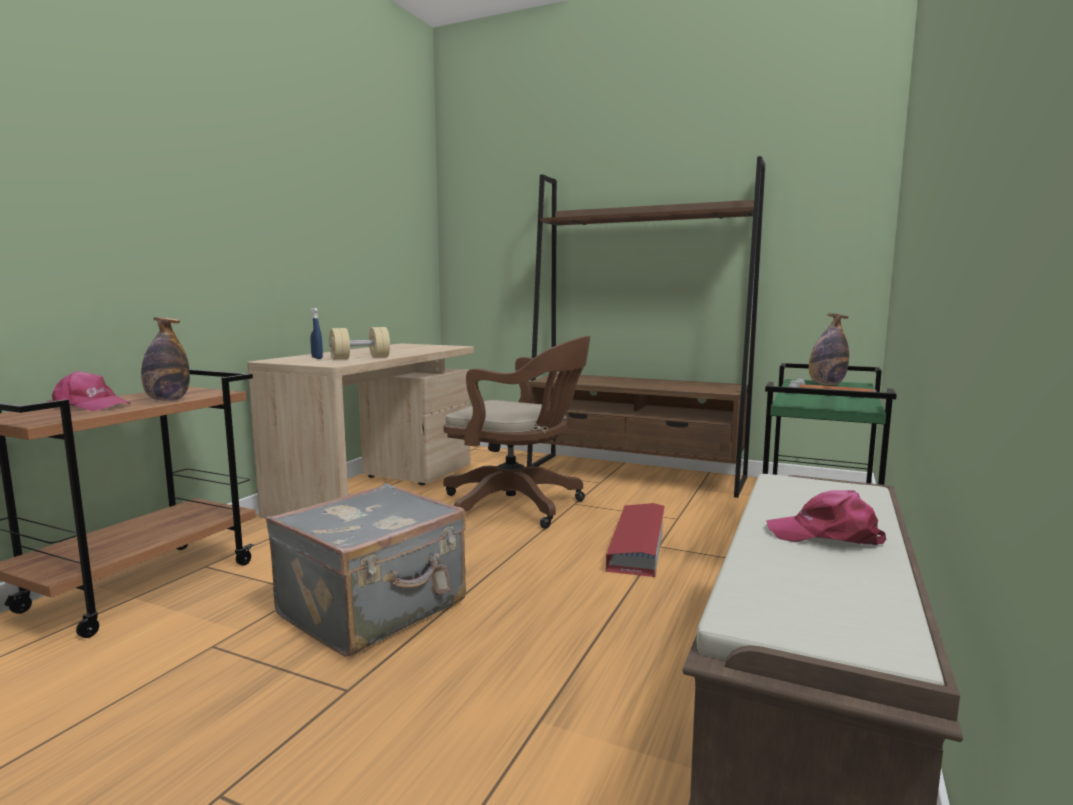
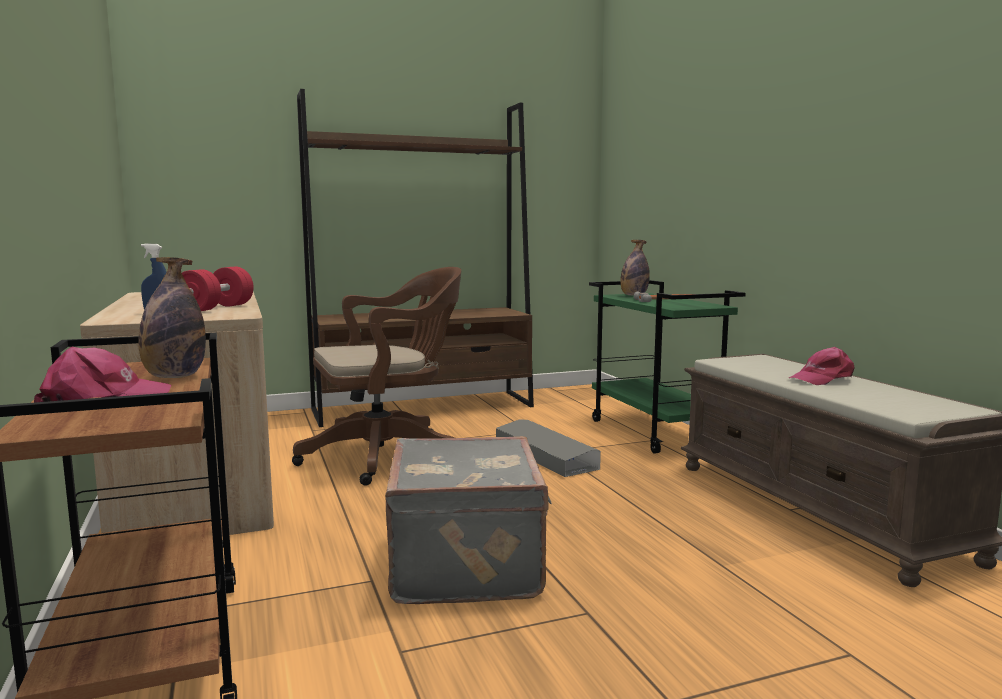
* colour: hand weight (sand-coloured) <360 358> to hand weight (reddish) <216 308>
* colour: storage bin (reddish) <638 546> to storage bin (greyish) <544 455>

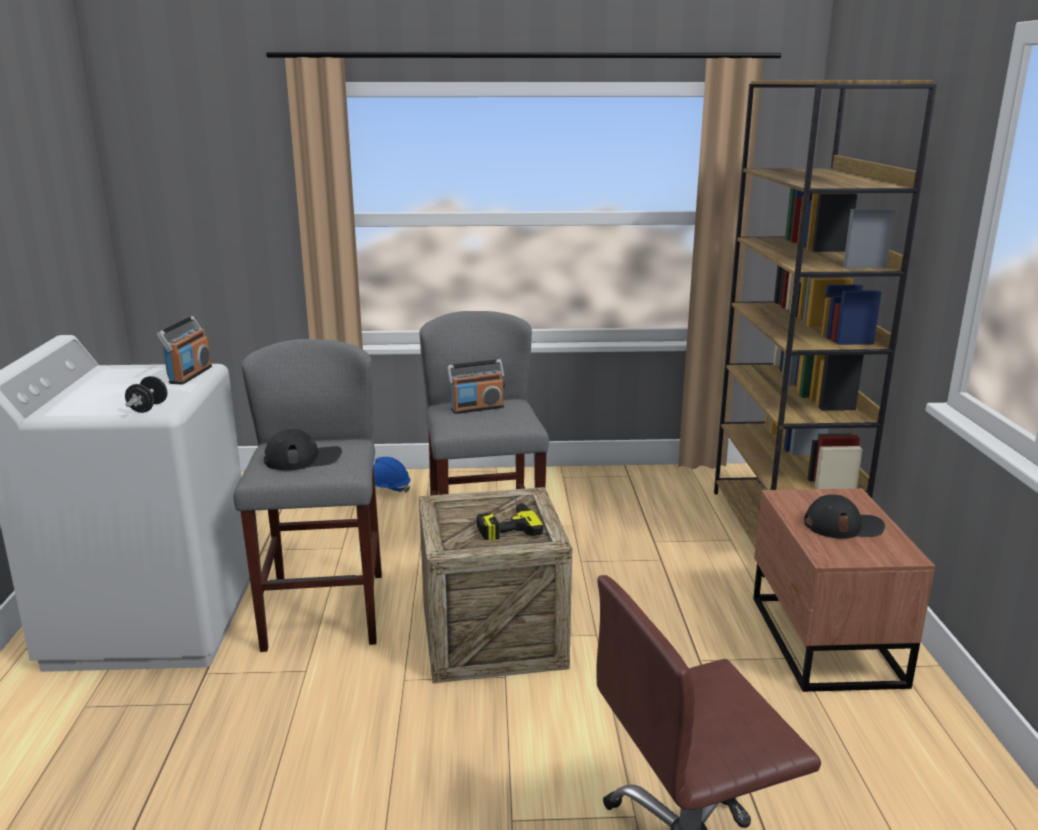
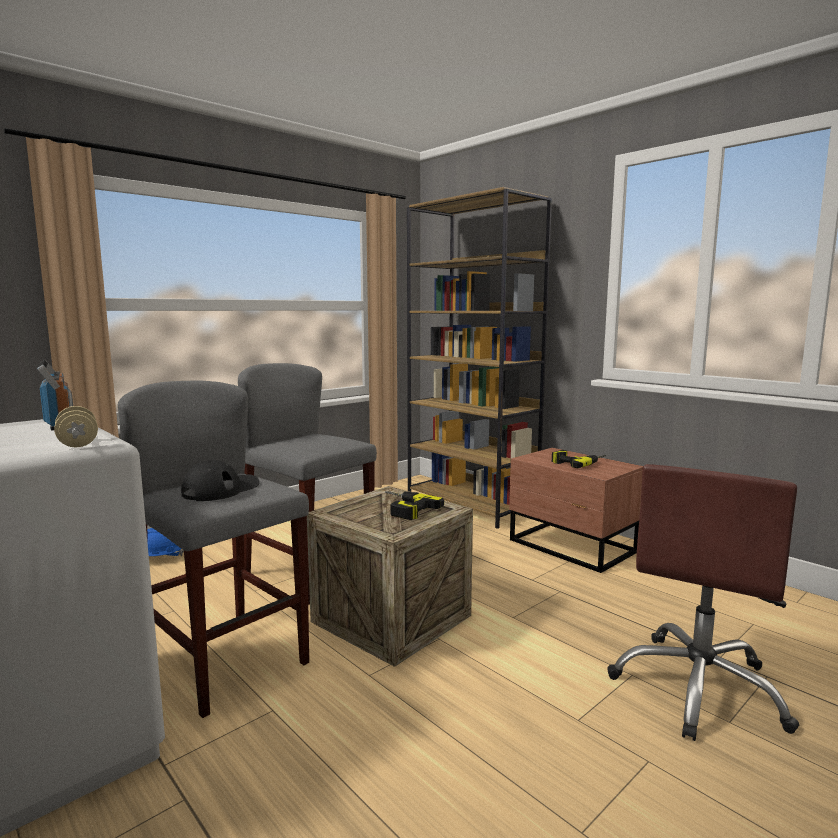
* colour: hand weight (black-coloured) <148 408> to hand weight (sand-coloured) <78 444>
* exchanged: peaked cap (black-coloured) <843 525> to power drill <578 462>
* missing: radio set <477 408>

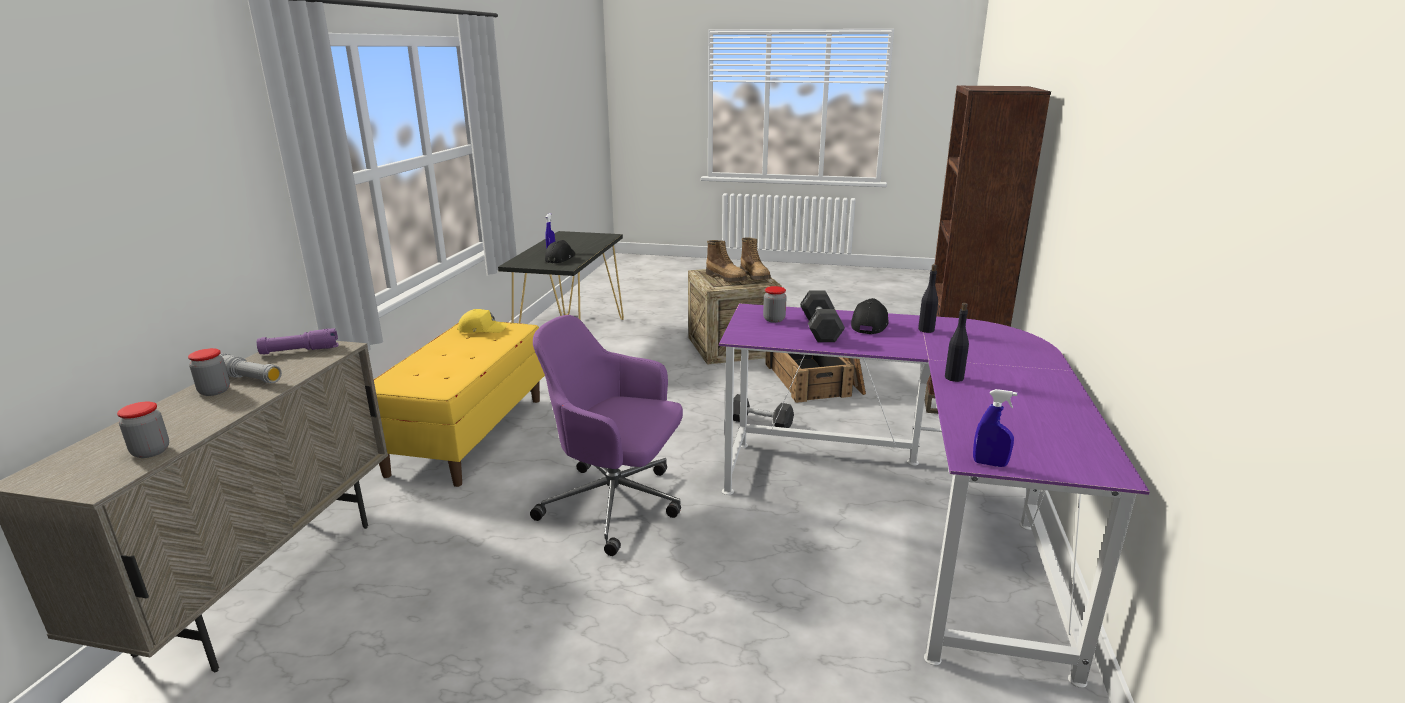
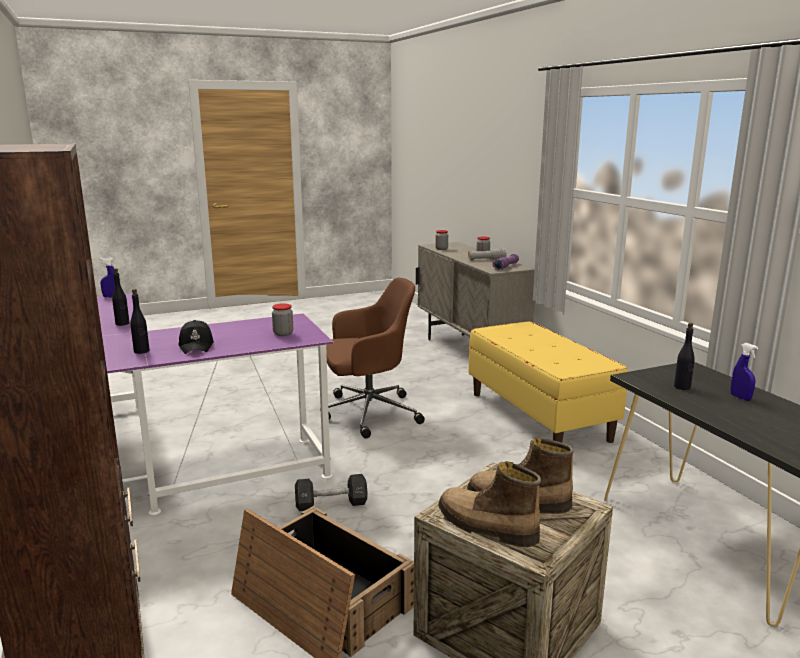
* colour: computer chair (purple-coloured) <616 505> to computer chair (brown-coloured) <367 413>
* exchanged: peaked cap (black-coloured) <560 258> to drink bottle (black-coloured) <682 387>
* missing: peaked cap (yellow-coloured) <482 329>
* missing: hand weight (black-coloured) <820 329>

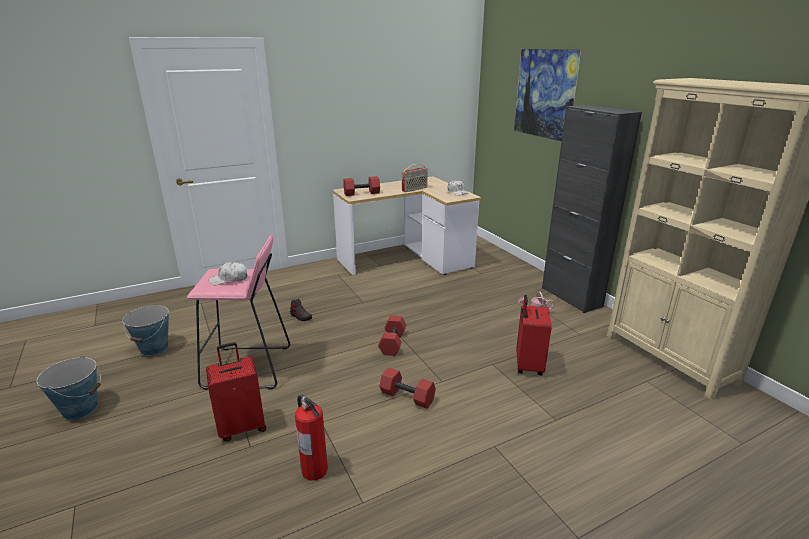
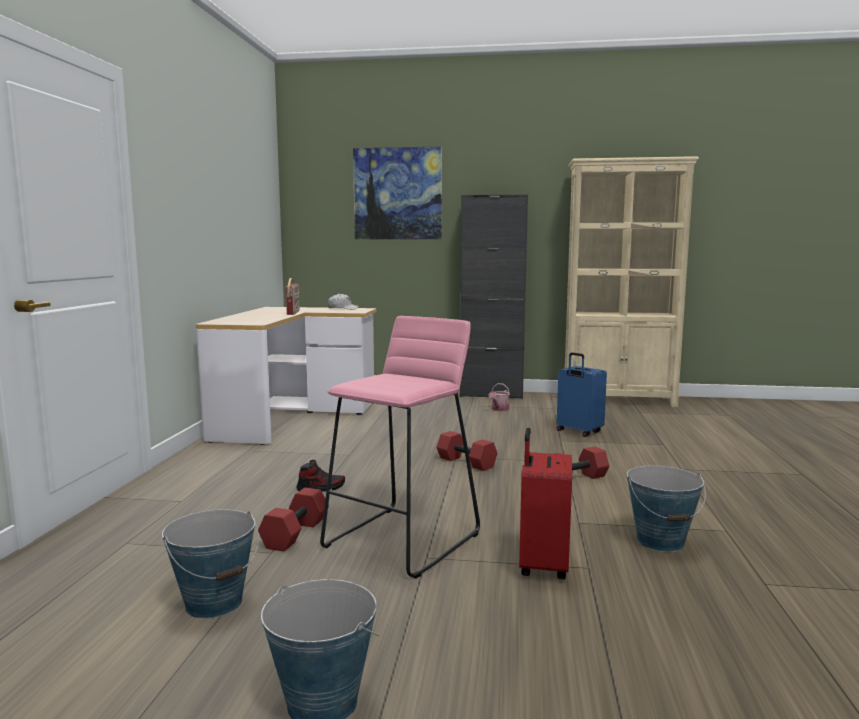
* relocated: hand weight (reddish) <361 193> to <296 534>
* colour: piece of luggage (reddish) <527 366> to piece of luggage (blue) <578 432>
* exchanged: fire extinguisher <314 469> to bucket <661 541>
* missing: peaked cap (white) <229 279>

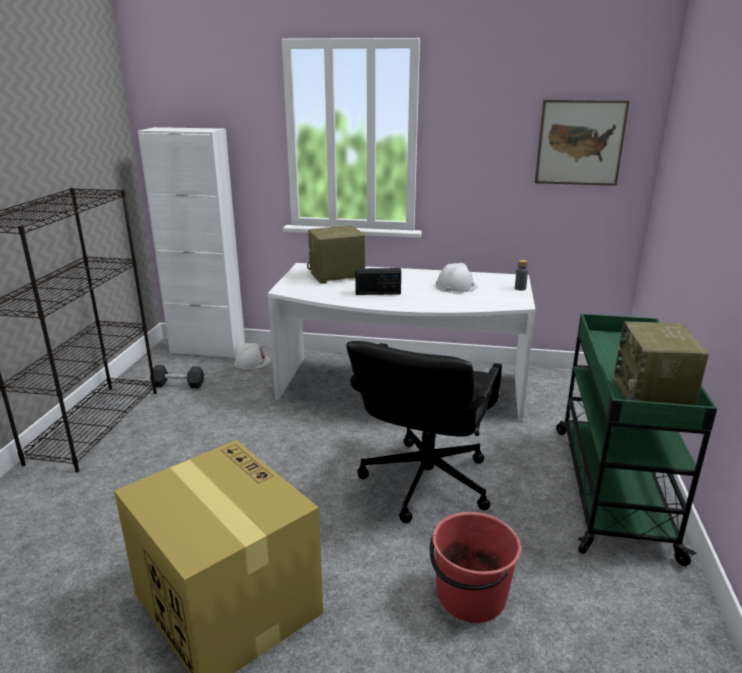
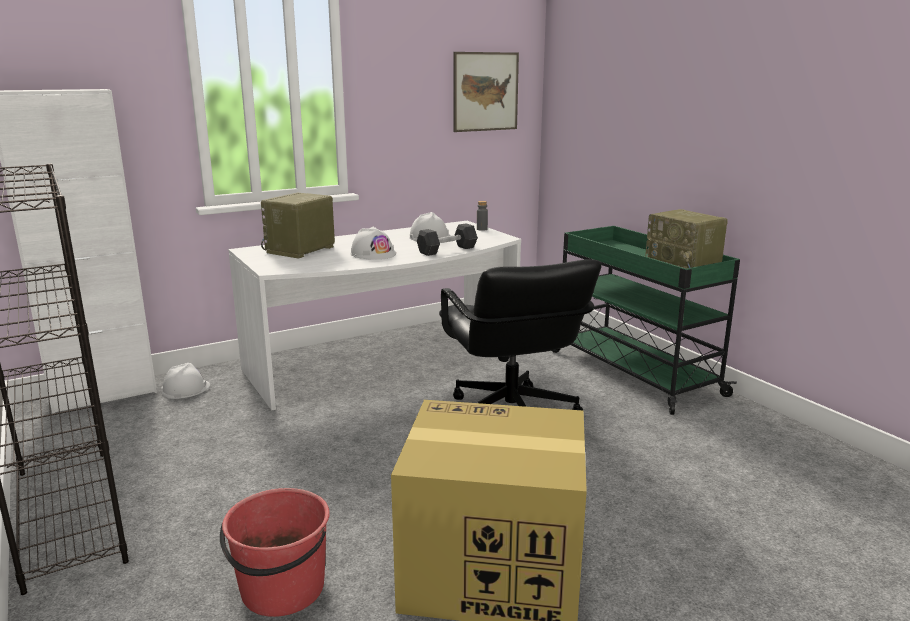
* relocated: bucket (reddish) <470 596> to <282 589>
* exchanged: radio set <378 293> to hard hat (white) <373 254>
* relocated: hand weight (black-coloured) <178 384> to <447 250>

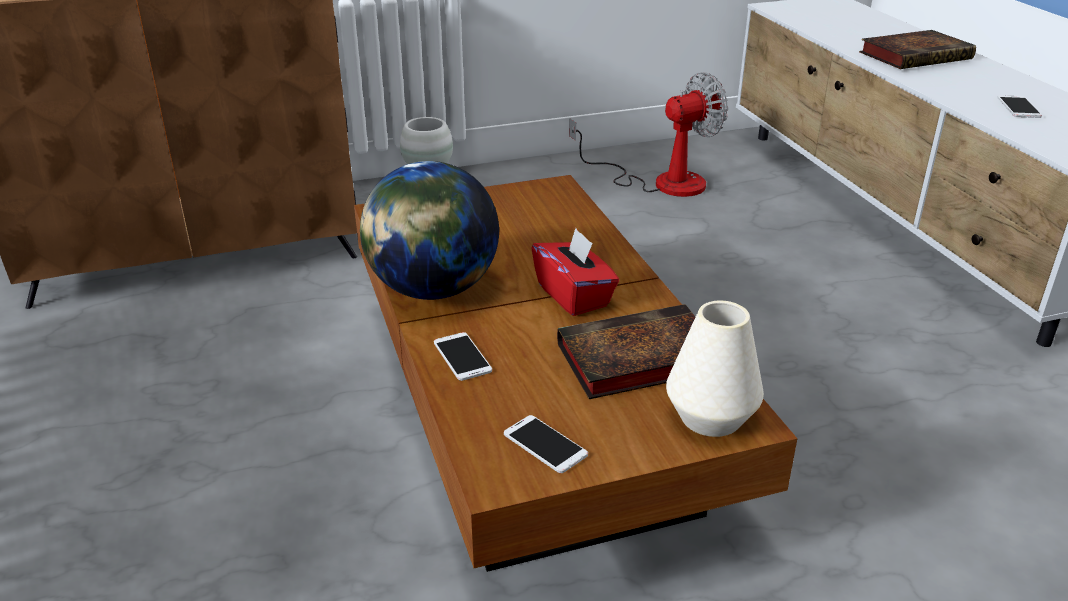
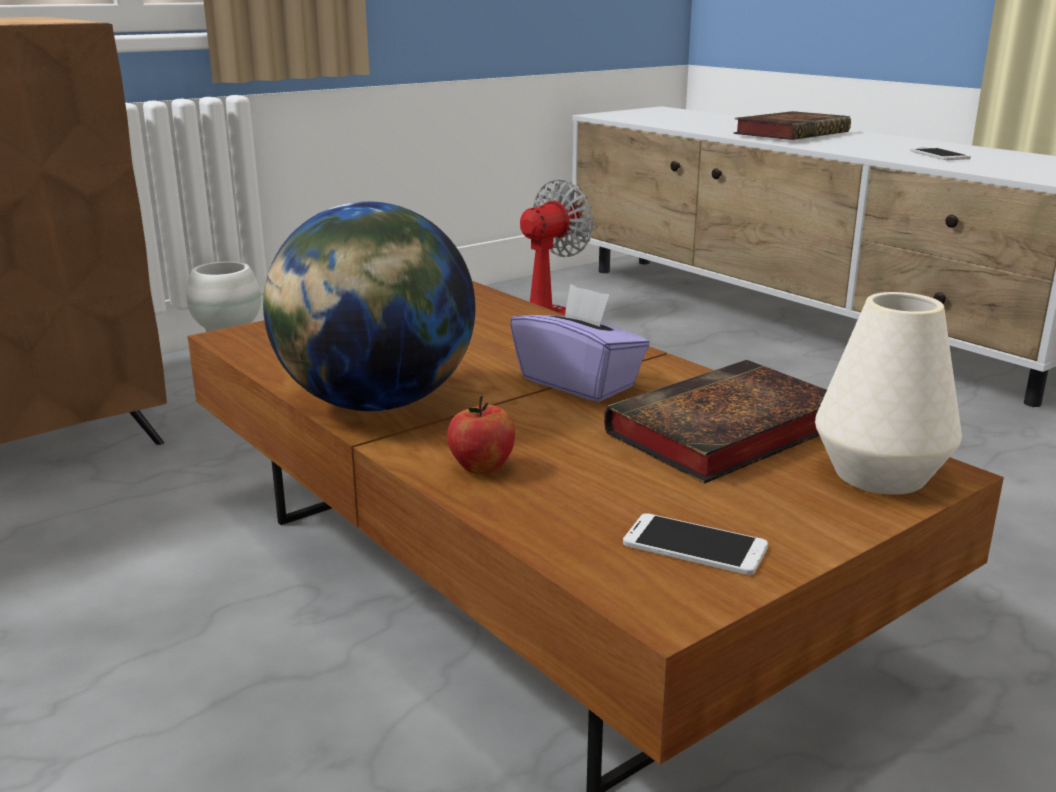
* exchanged: telephone <462 357> to apple fruit <481 468>
* colour: box of tissues (reddish) <574 296> to box of tissues (purple-coloured) <579 383>

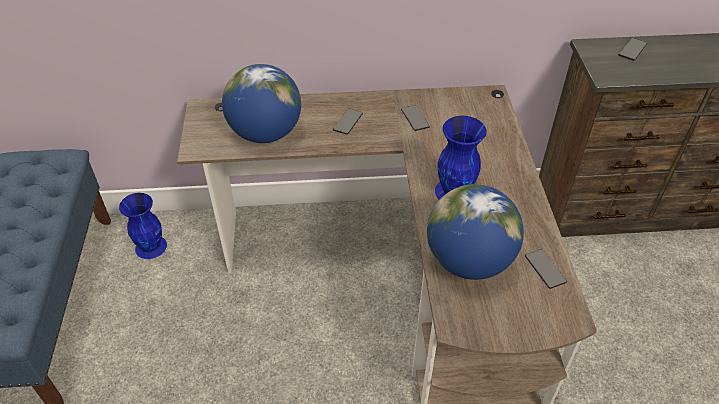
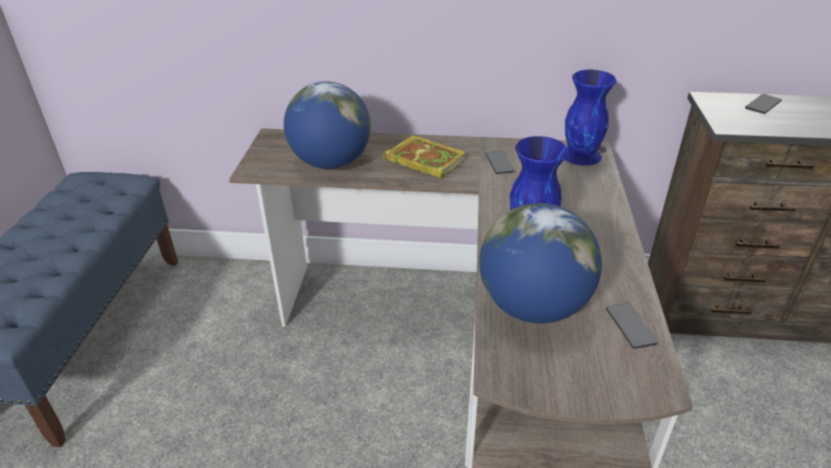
* exchanged: telephone <348 122> to book <423 160>
* relocated: flower vase (blue) <151 247> to <582 155>

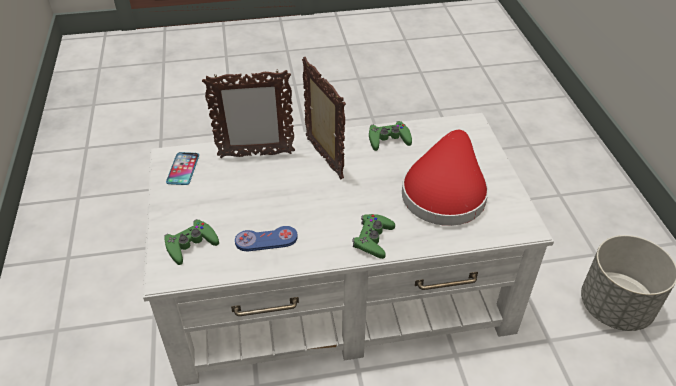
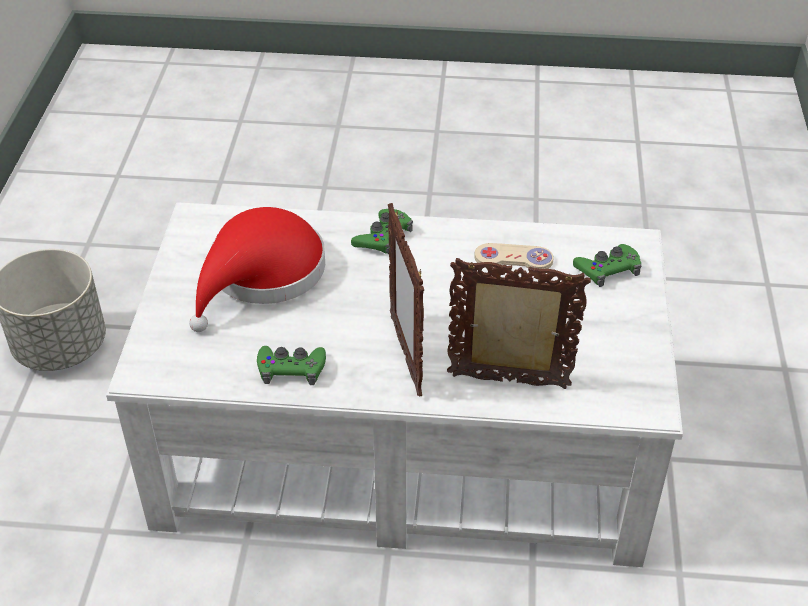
* colour: gamepad (blue) <266 240> to gamepad (sand-coloured) <513 259>
* missing: telephone <183 169>

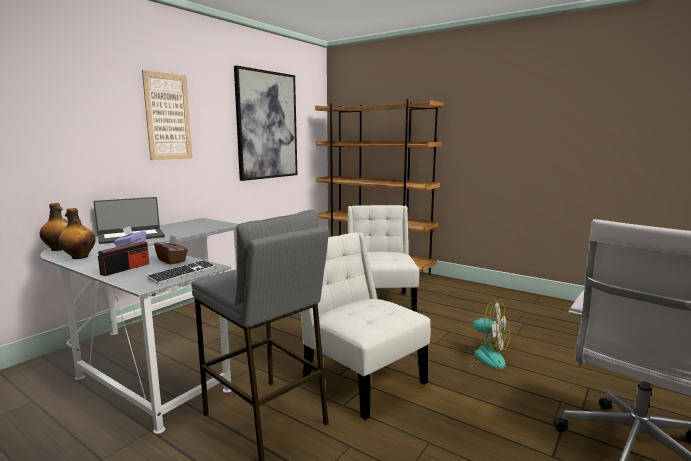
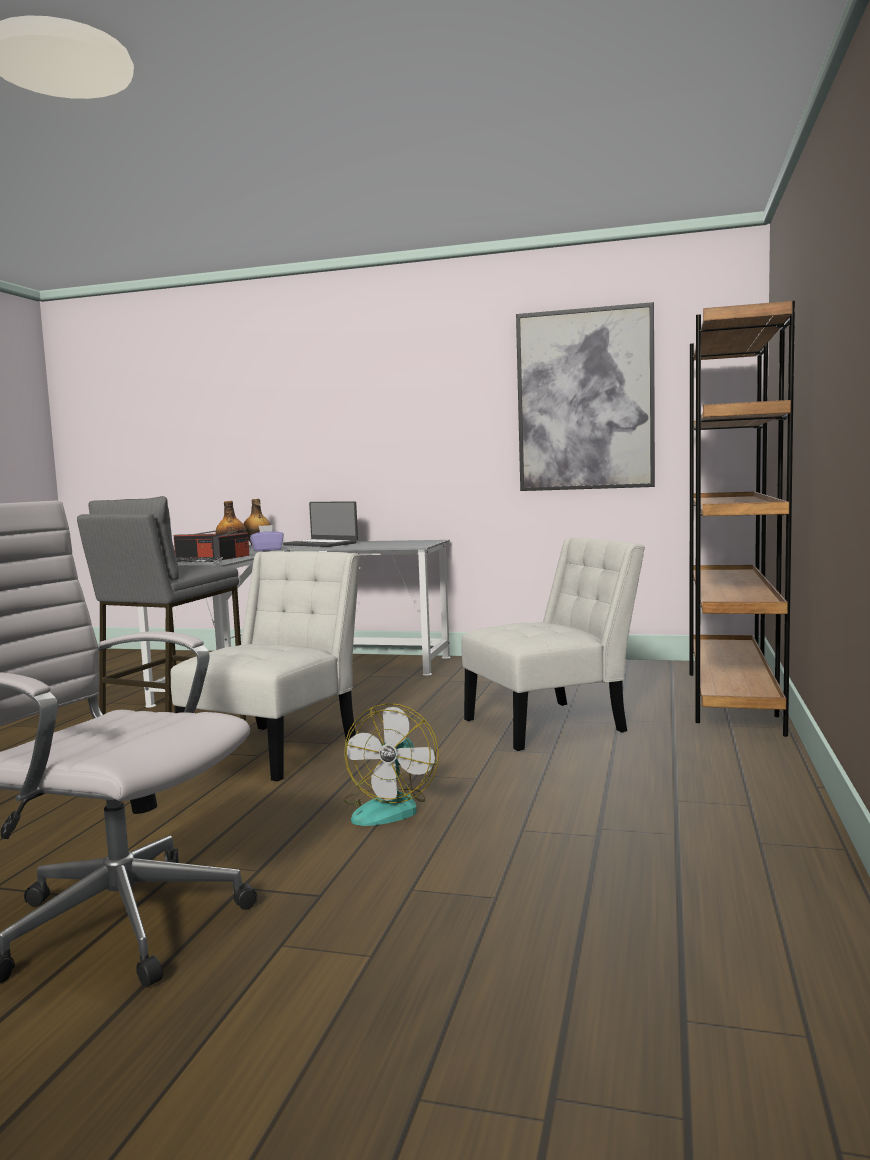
* exchanged: box of tissues (brown-coloured) <172 260> to radio set <231 557>
* missing: wall picture <168 117>

